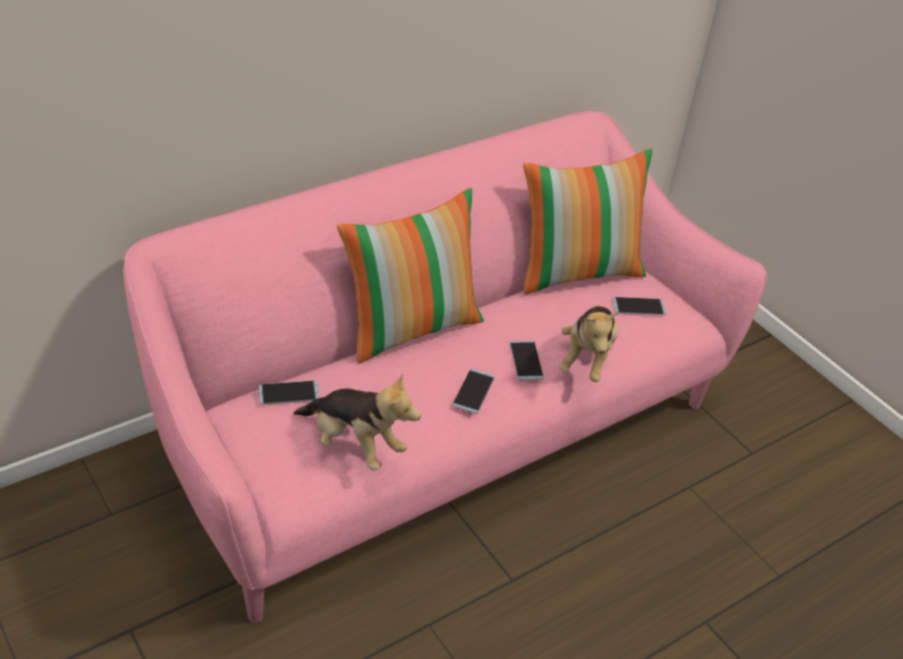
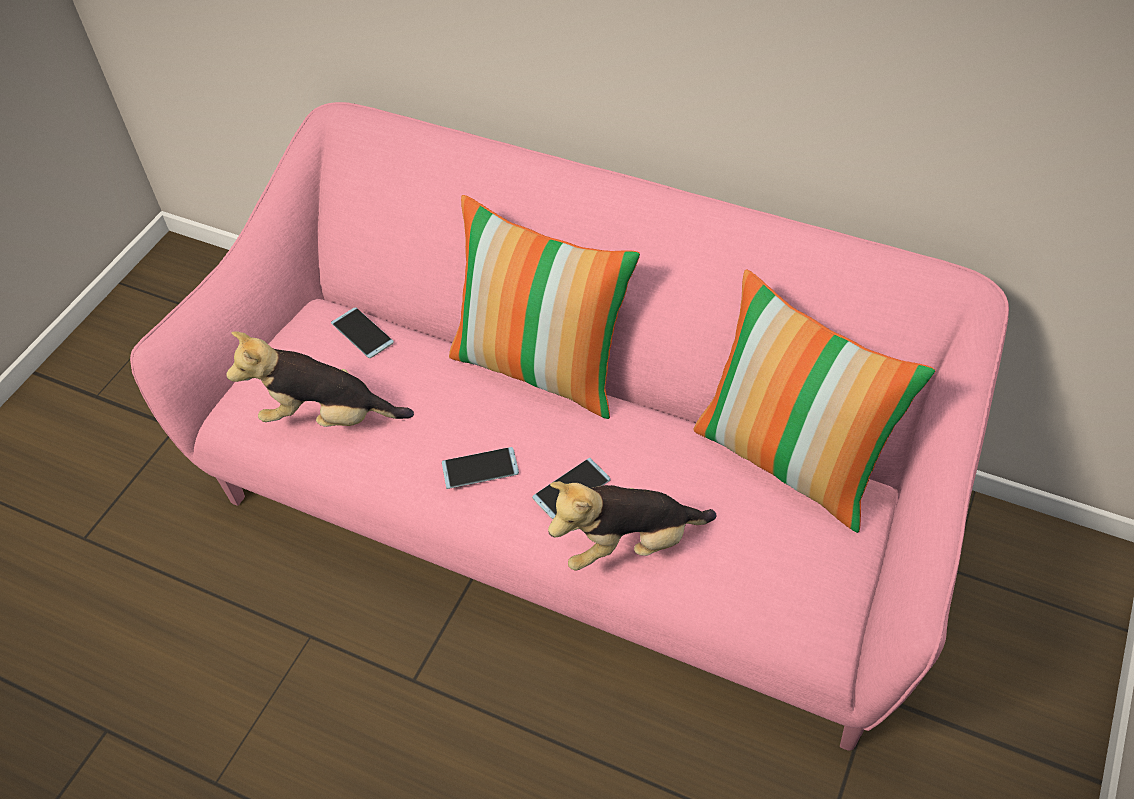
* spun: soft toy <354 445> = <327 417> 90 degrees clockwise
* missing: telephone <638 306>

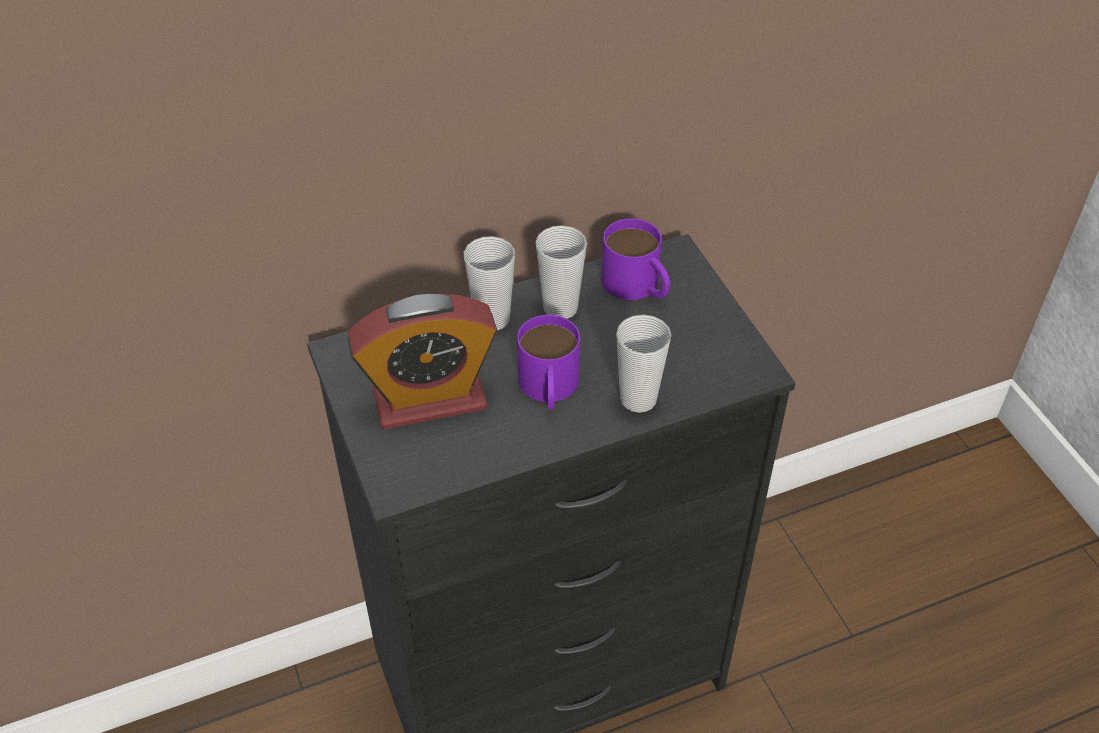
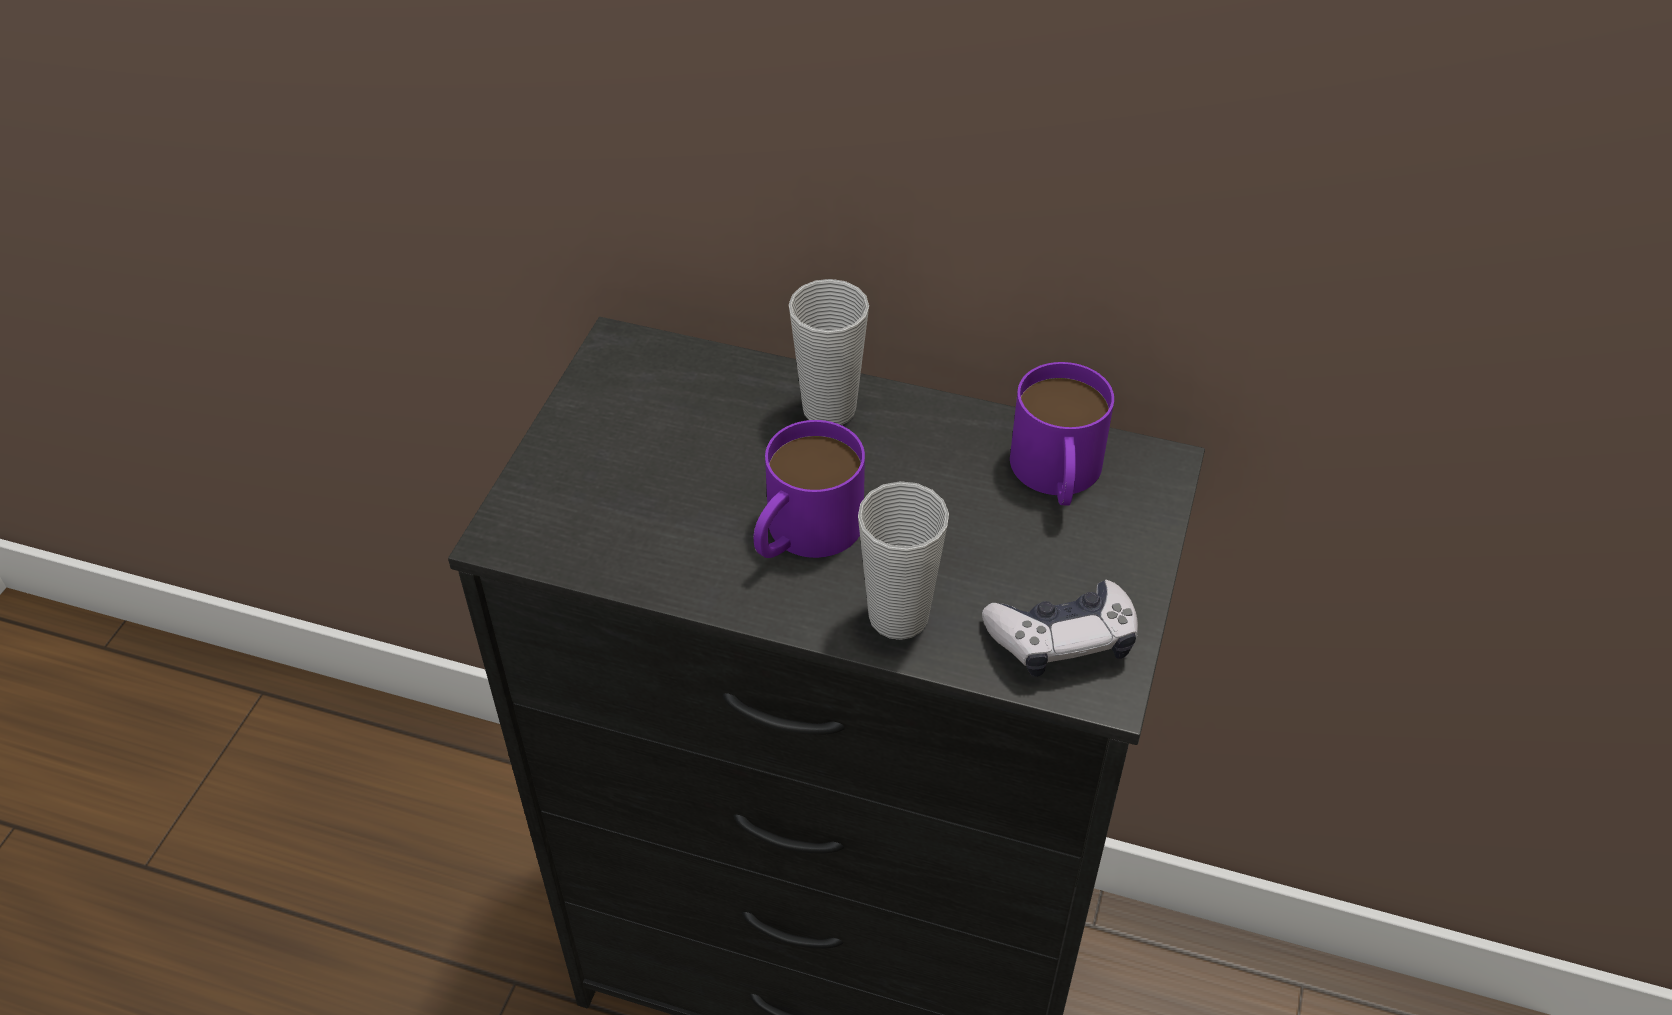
* appeared: gamepad <1062 639>
* missing: table clock <429 399>
* missing: small cup <560 308>

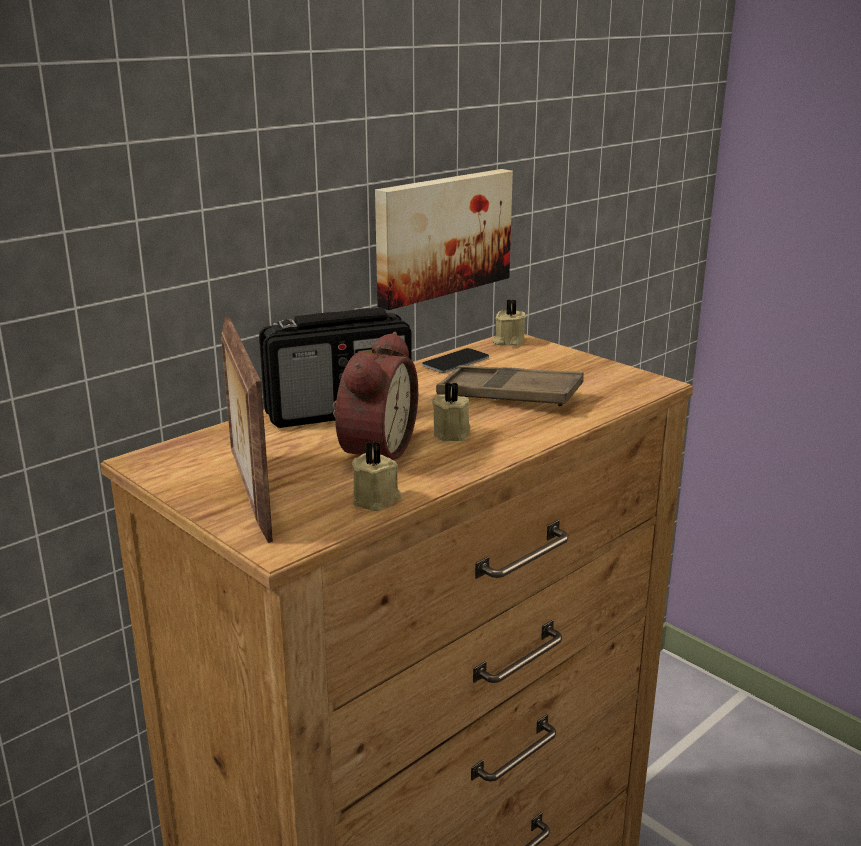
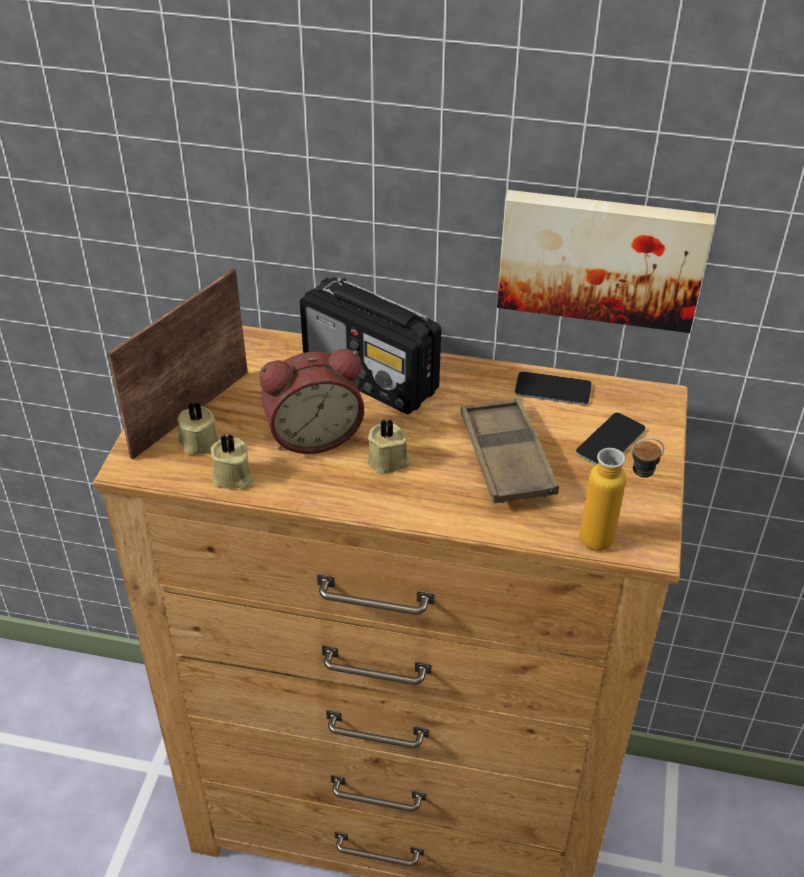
* relocated: wax light (sand-coloured) <508 341> to <198 442>
* appeared: telephone <610 441>
* appeared: drink bottle <611 540>

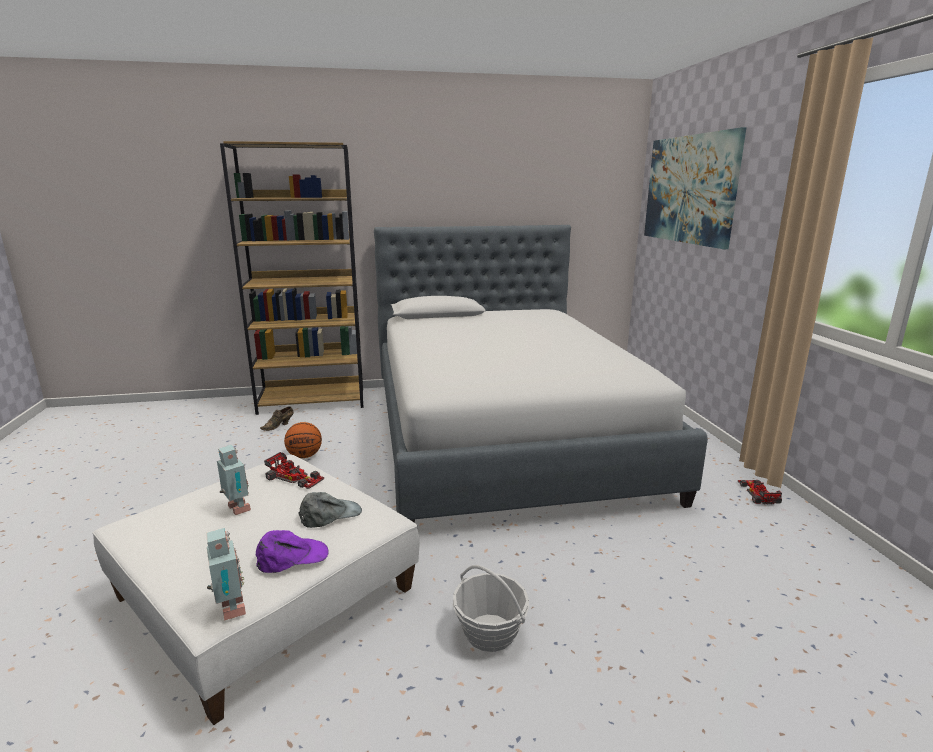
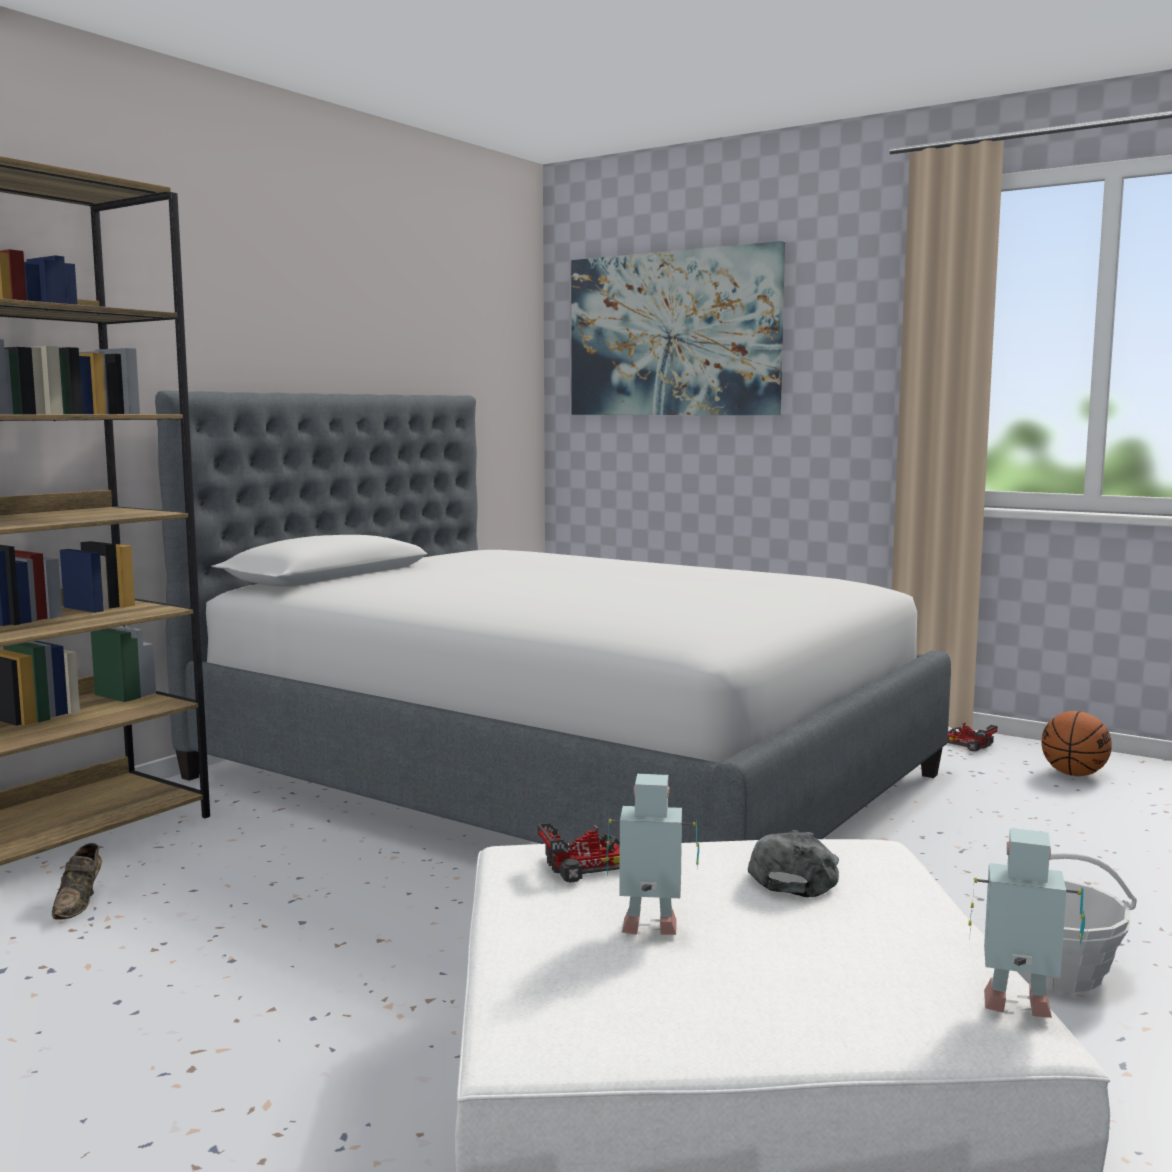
* relocated: basketball ball <304 456> to <1073 774>
* missing: peaked cap (purple-coloured) <292 557>

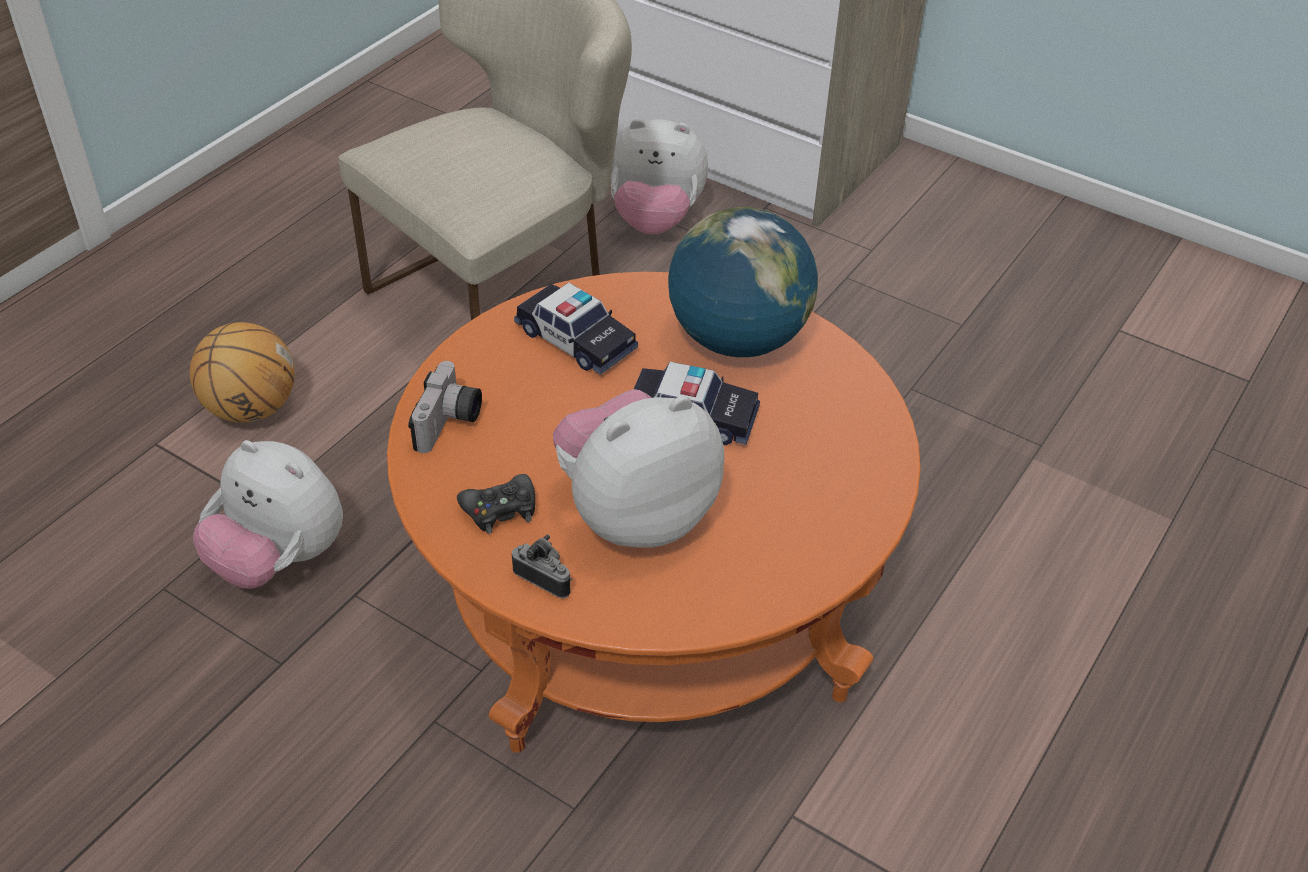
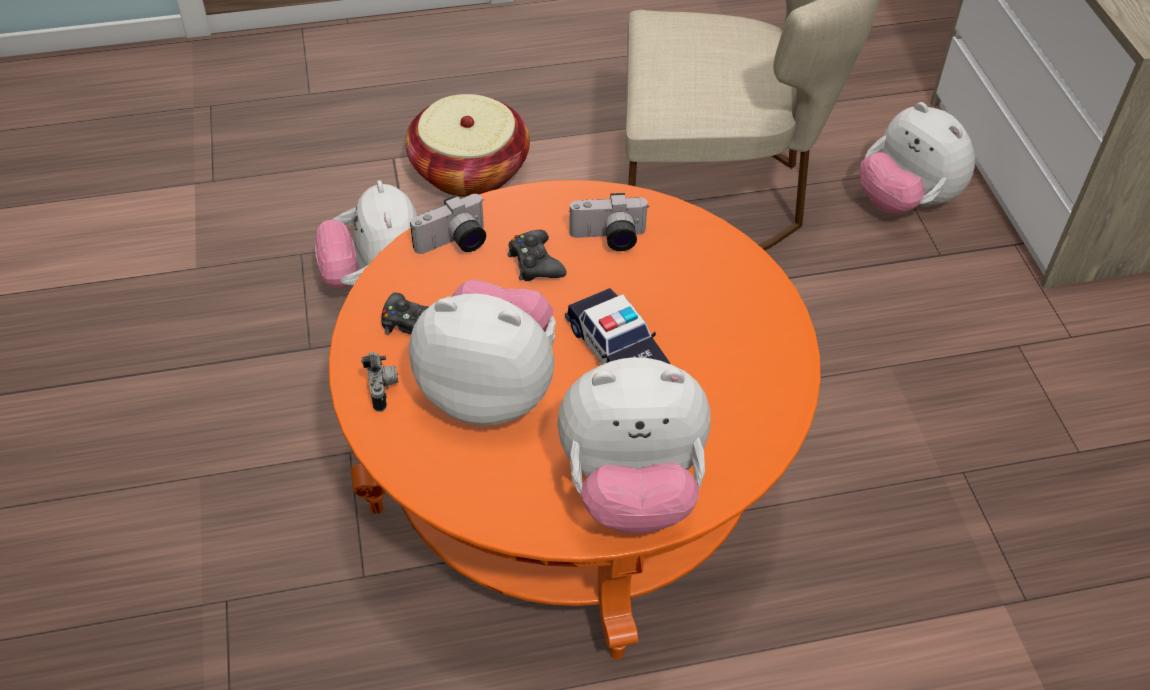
* exchanged: basketball ball <250 409> to basket <469 170>
* appeared: gamepad (black-coloured) <535 263>
* appeared: soft toy <631 488>
* exchanged: model car <575 339> to photo camera <608 239>
* missing: globe <737 339>

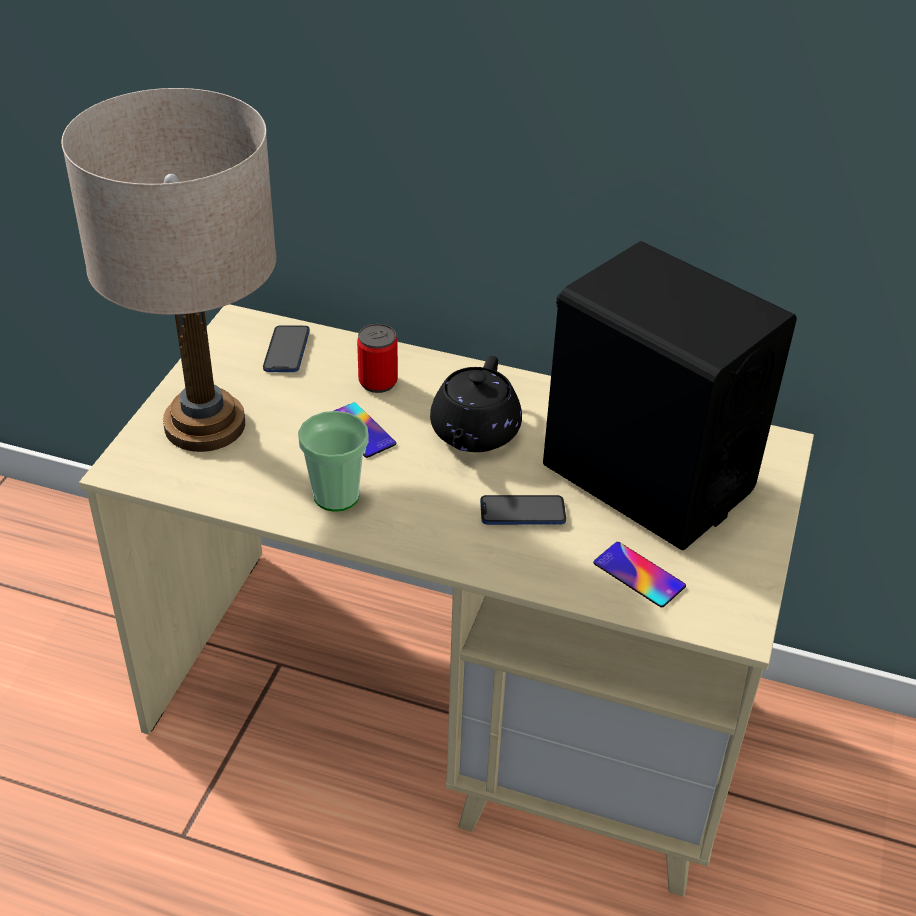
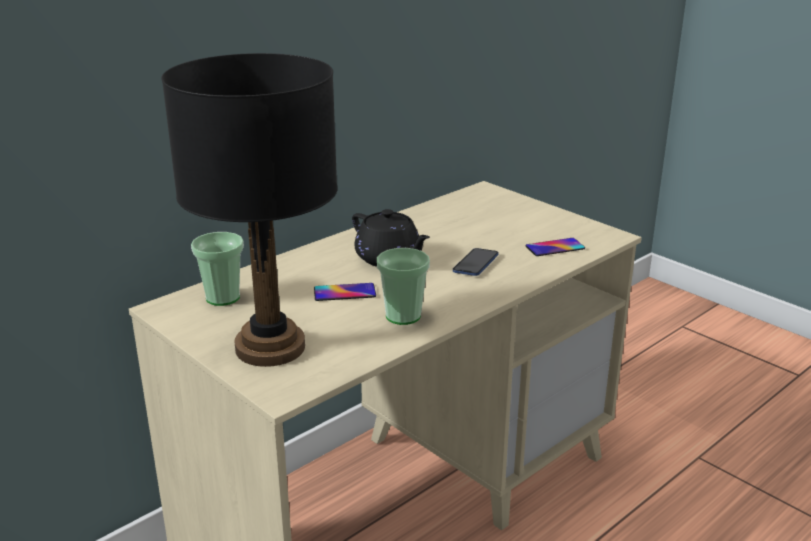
* colour: tabletop lamp (sand-coloured) <204 425> to tabletop lamp (black-coloured) <271 348>
* exchanged: telephone <286 350> to small cup <223 297>
* missing: metal can <378 382>
* missing: audio speaker (black-coloured) <646 478>

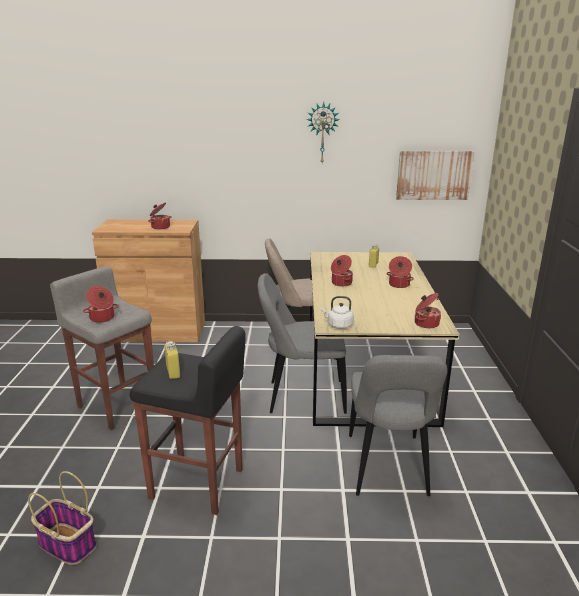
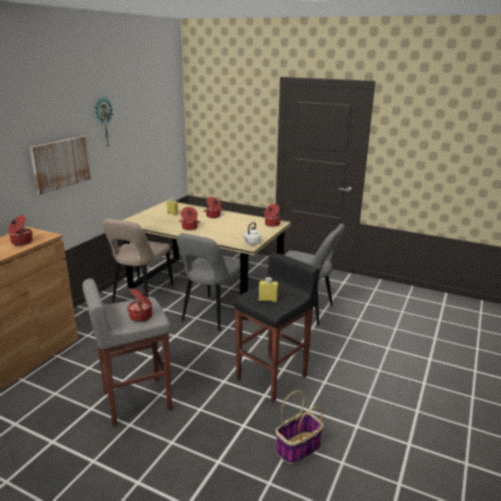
* relocated: wall picture <434 175> to <61 164>

